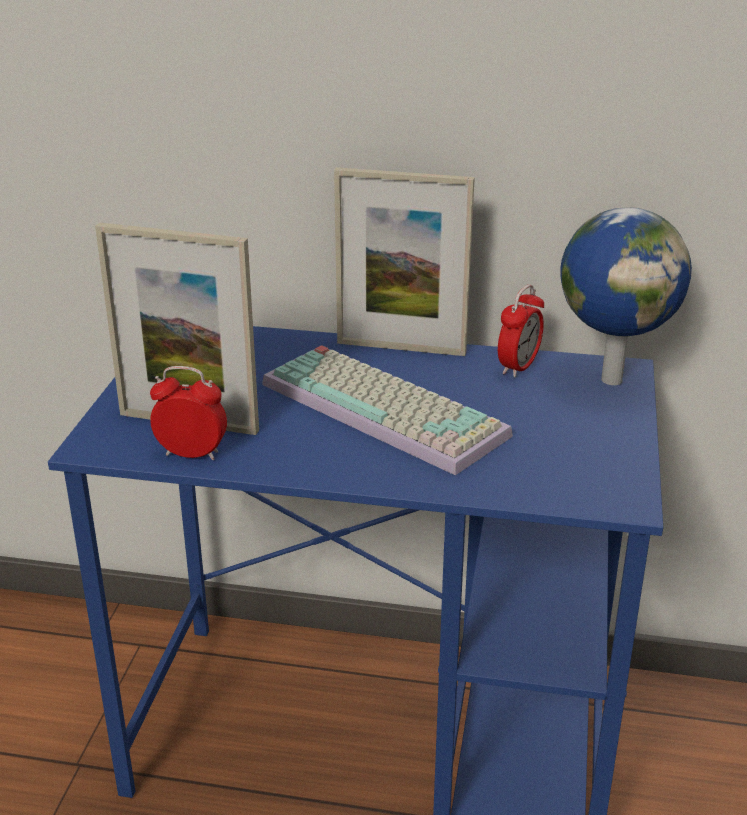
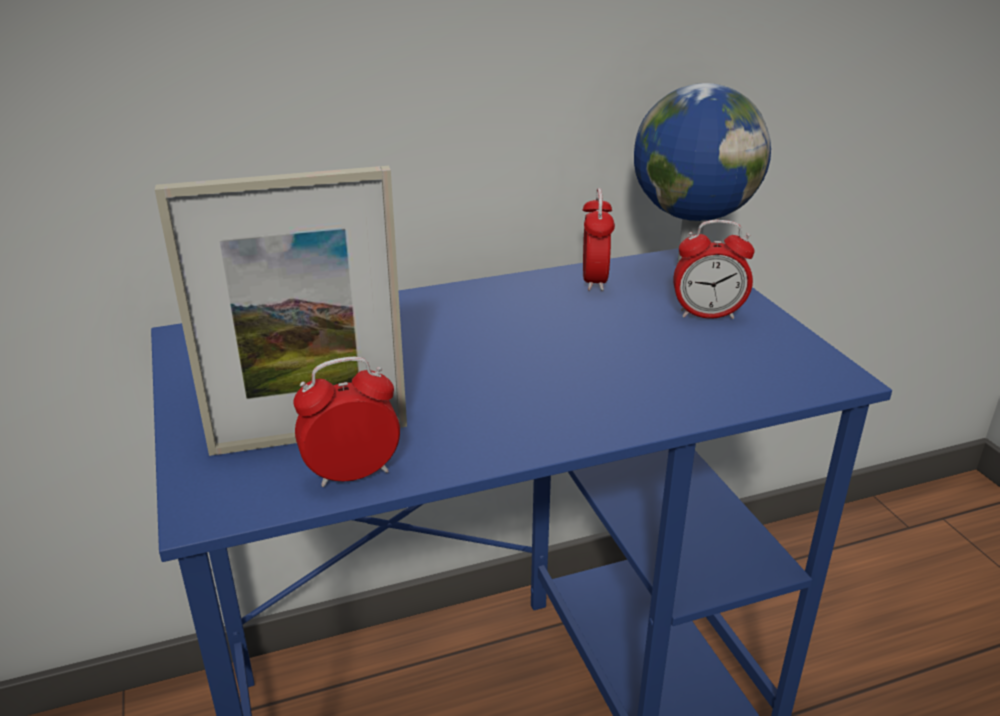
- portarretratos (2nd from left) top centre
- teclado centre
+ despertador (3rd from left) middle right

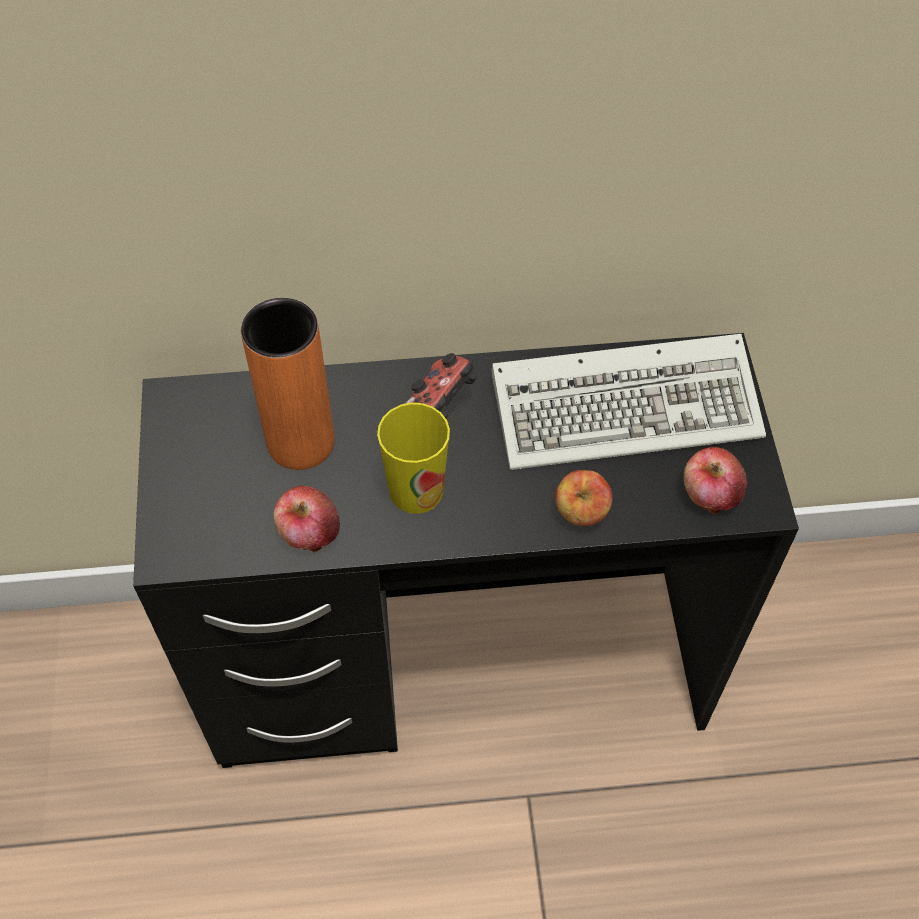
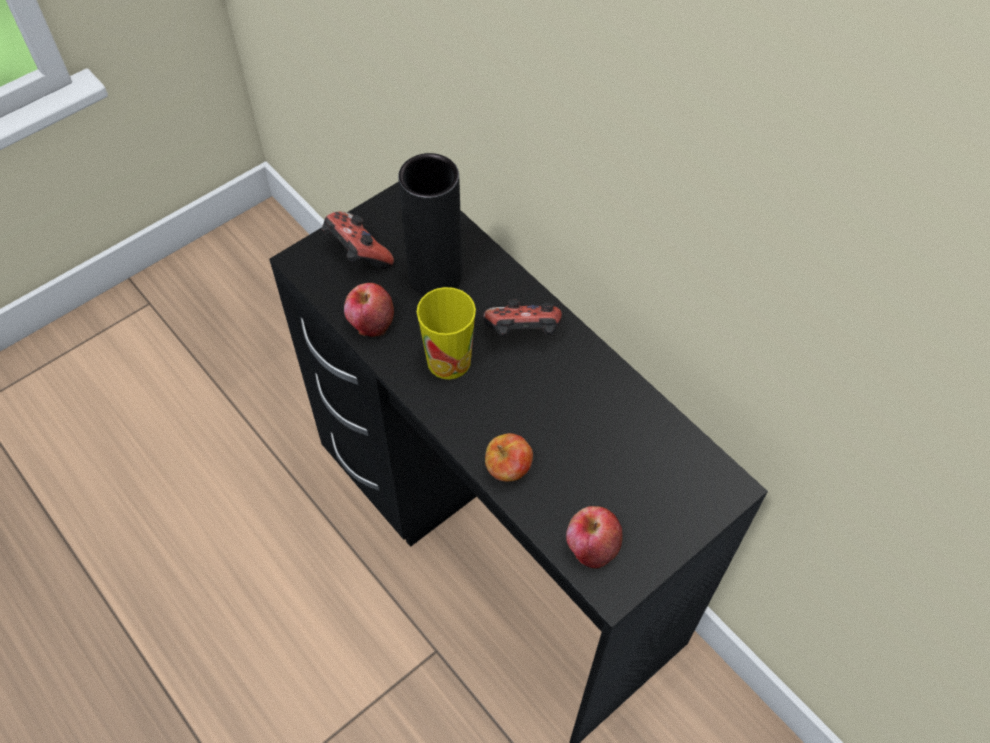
~ florero (naranja) middle left to florero (negro) top centre
- teclado middle right
+ mando de consola (1st from left) top centre

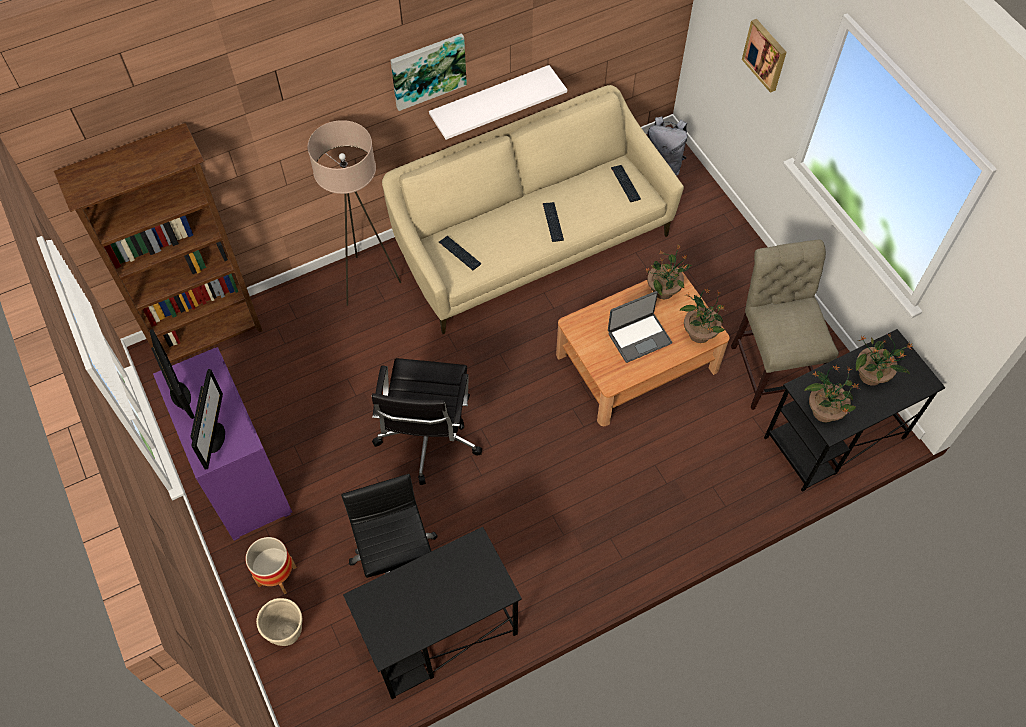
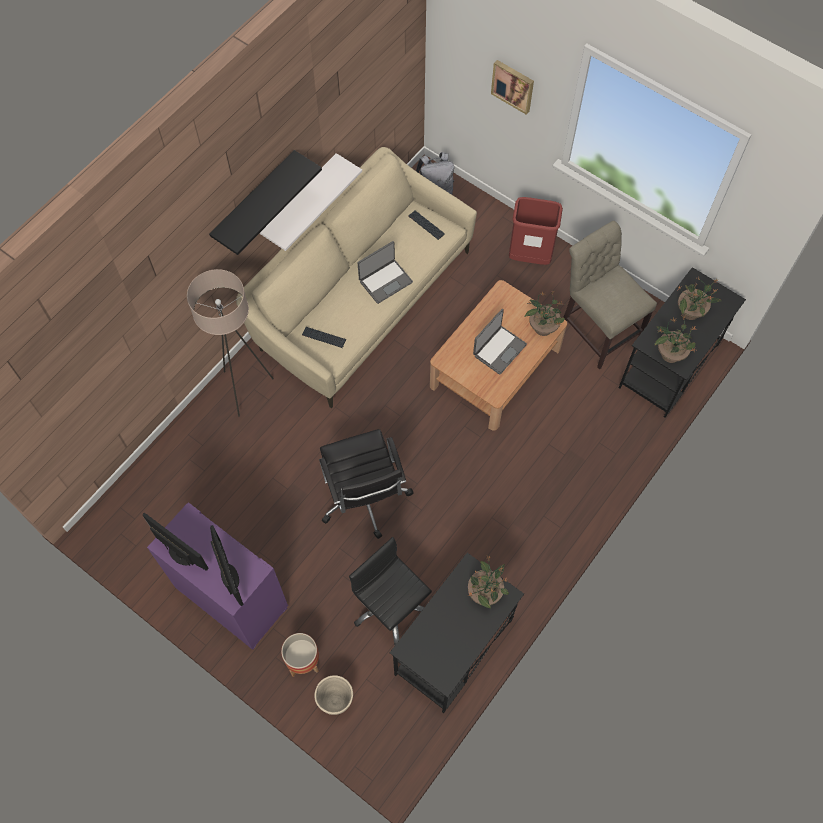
~ cuadro (1st from left) top centre to estante (negro) top left
- estantería (marrón) middle left
~ teclado (2nd from left) top centre to portátil (1st from left) top centre
~ planta en maceta (1st from left) centre to bottom centre
+ papelera (rojo) top centre

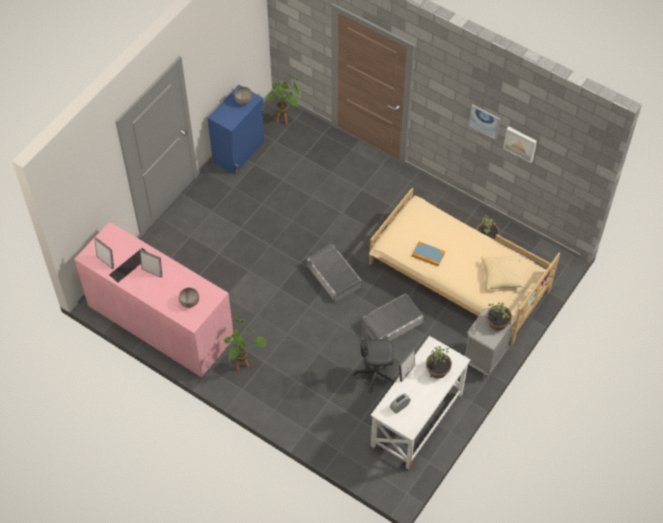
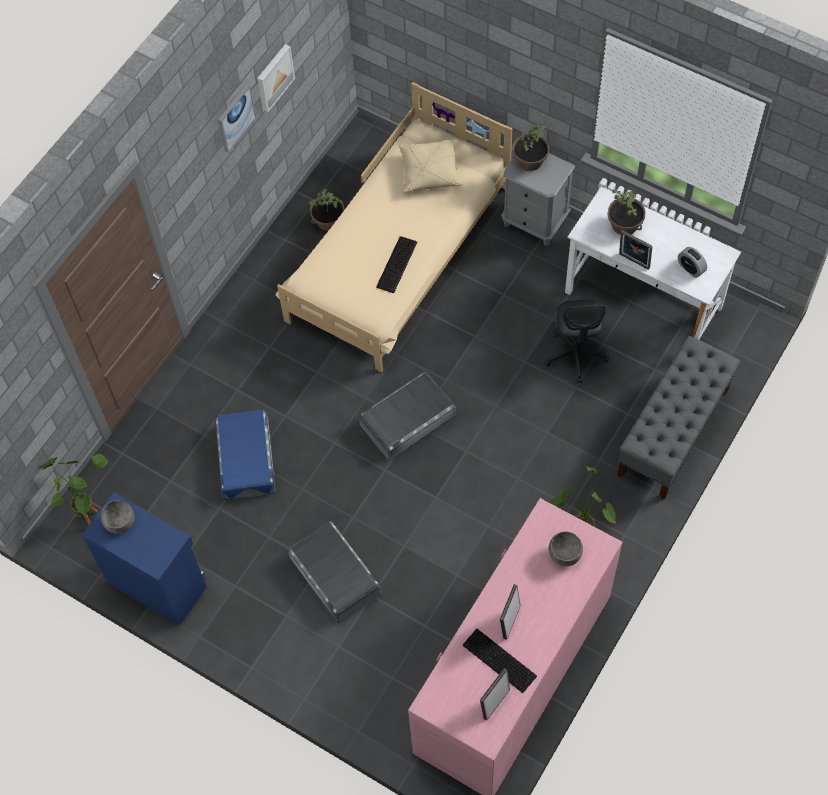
~ libro centre to teclado (1st from left) top centre
~ caja de almacenaje (gris) (2nd from left in the first image) centre to caja de almacenaje (gris) (1st from left) bottom centre
+ banco (gris) middle right
+ caja de almacenaje (azul) middle left

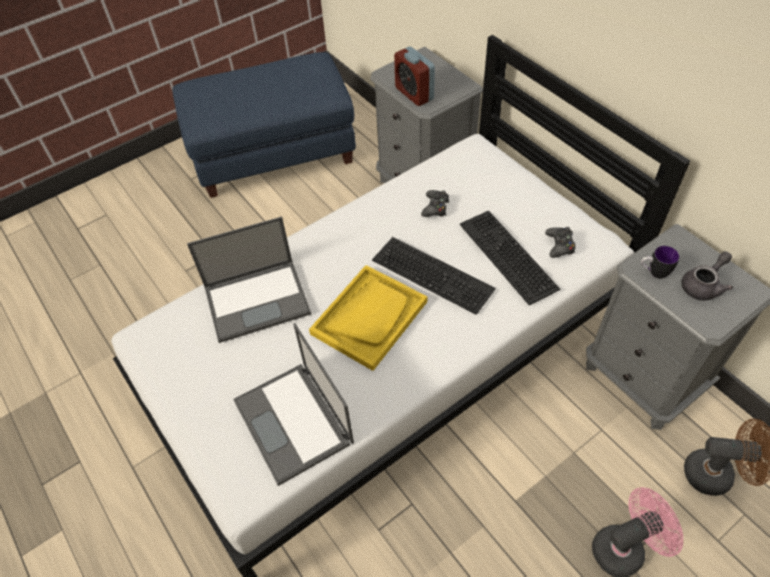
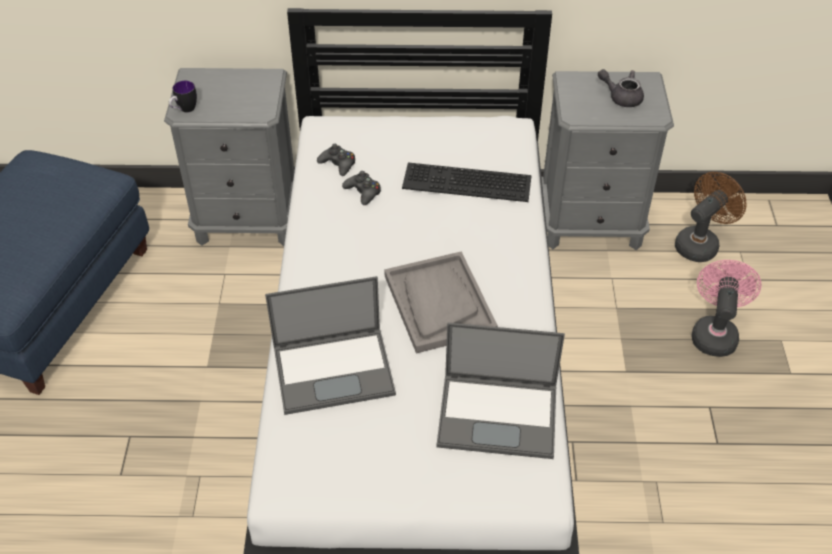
- despertador top centre
~ portátil (1st from left) middle left = centre 60 degrees clockwise
~ mando de consola (negro) (2nd from left in the first image) middle right to mando de consola (negro) (1st from left) top centre
- teclado (1st from left) centre
~ taza grande middle right to top left
~ tetera (gris) middle right = top right 60 degrees counterclockwise
~ bandeja (amarillo) centre to bandeja (gris) centre

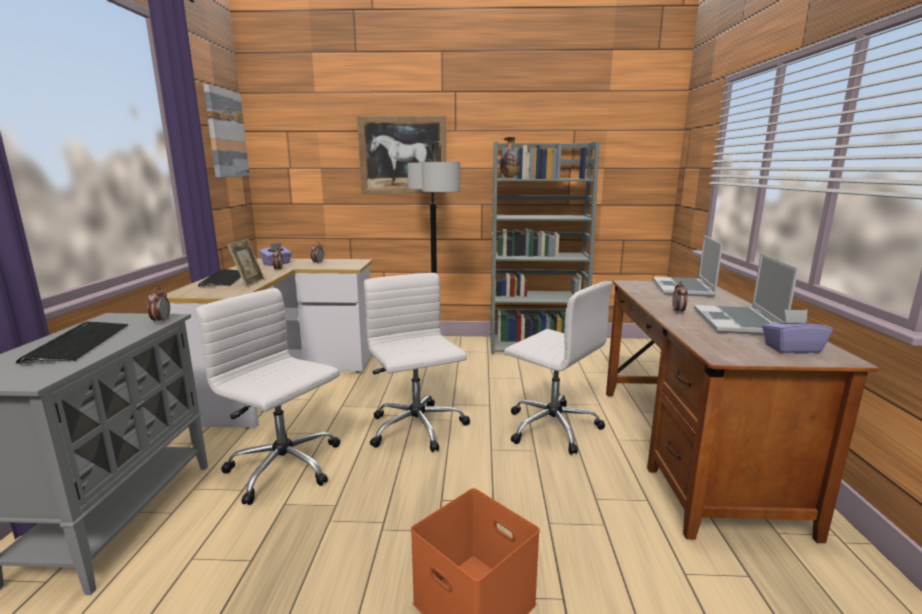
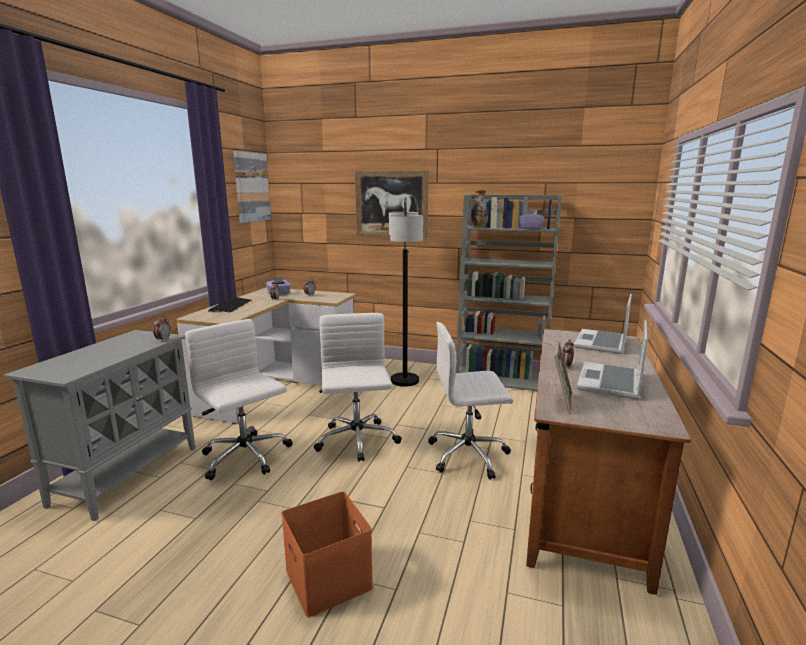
~ portarretratos middle left to middle right
~ silla de oficina (blanco) (3rd from left) centre = centre 120 degrees clockwise
~ caja de pañuelos (morado) (2nd from left) middle right to centre
- teclado (1st from left) middle left

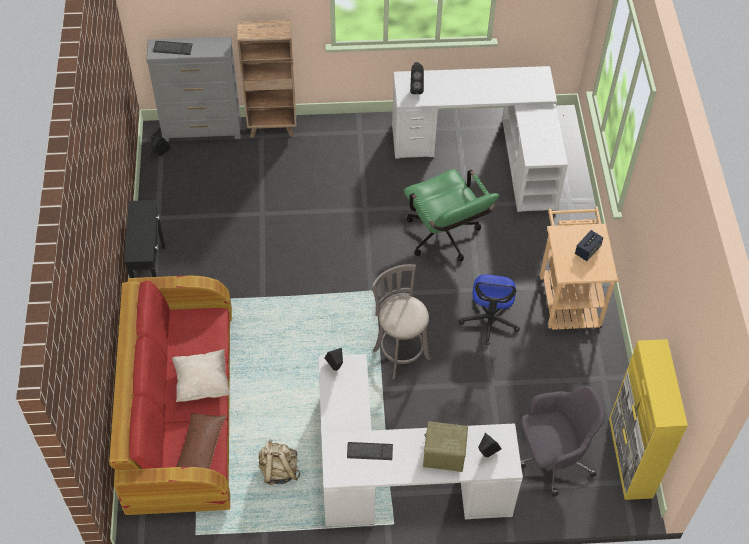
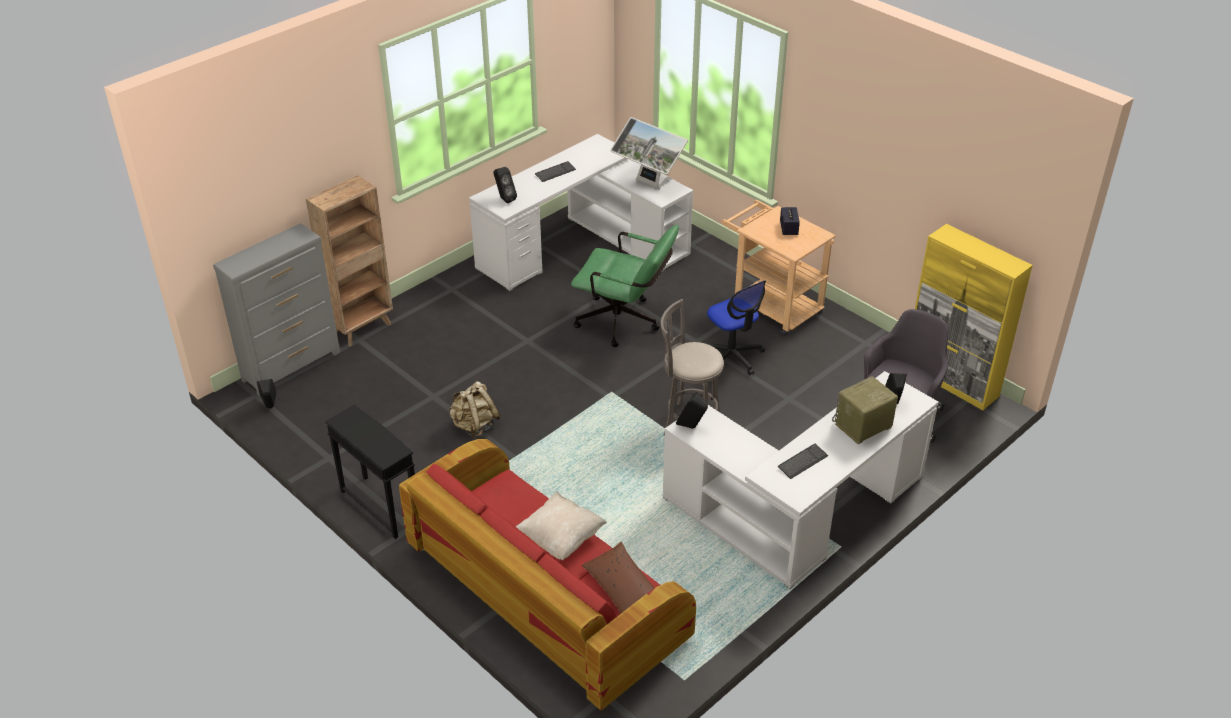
~ teclado (1st from left) top left to top centre
~ mochila (beis) bottom centre to centre
+ monitor top centre

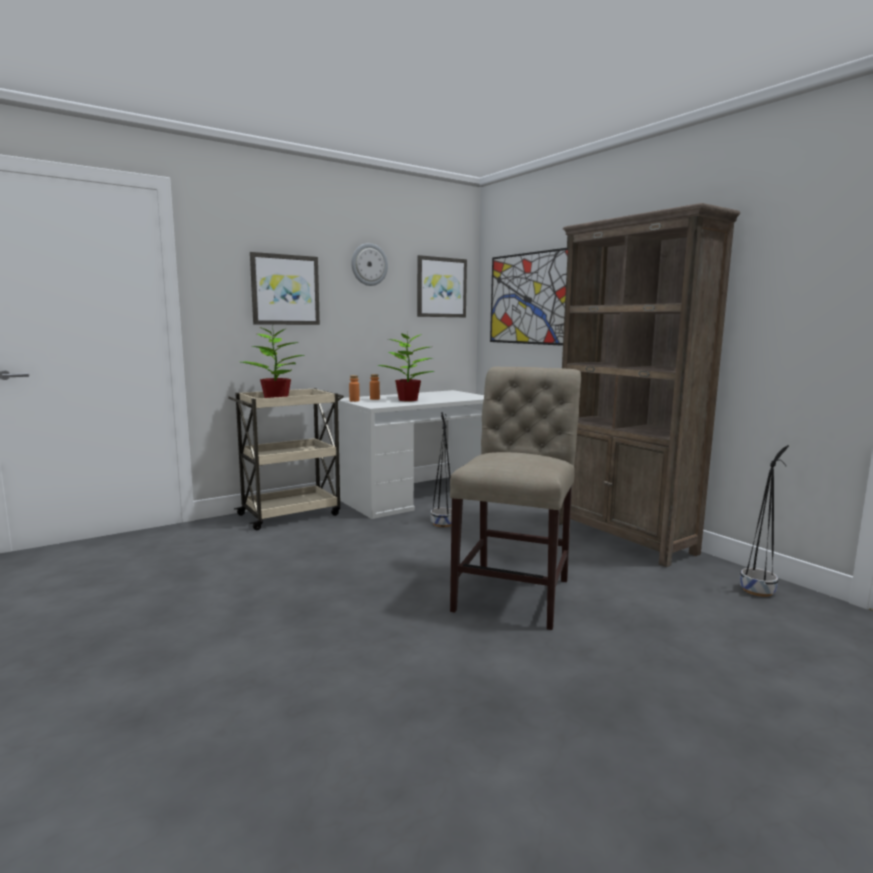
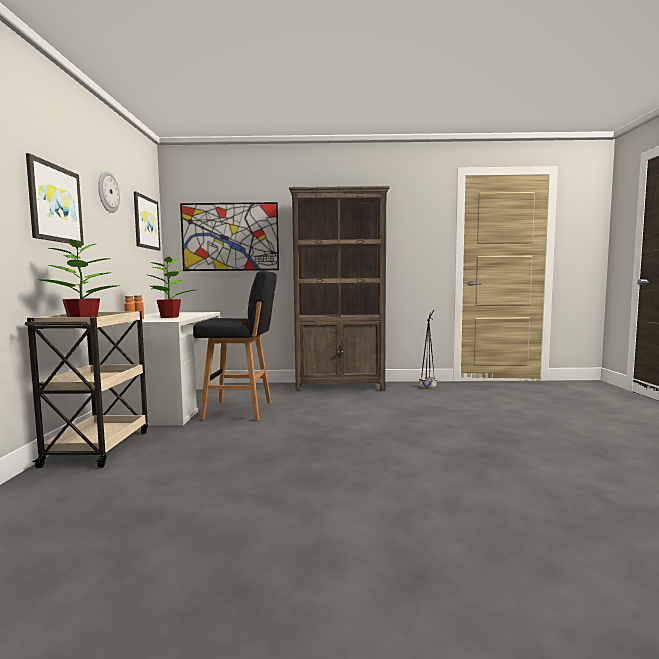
- silla (beis) centre
~ maceta (negro) (1st from left) centre to taburete (negro) centre

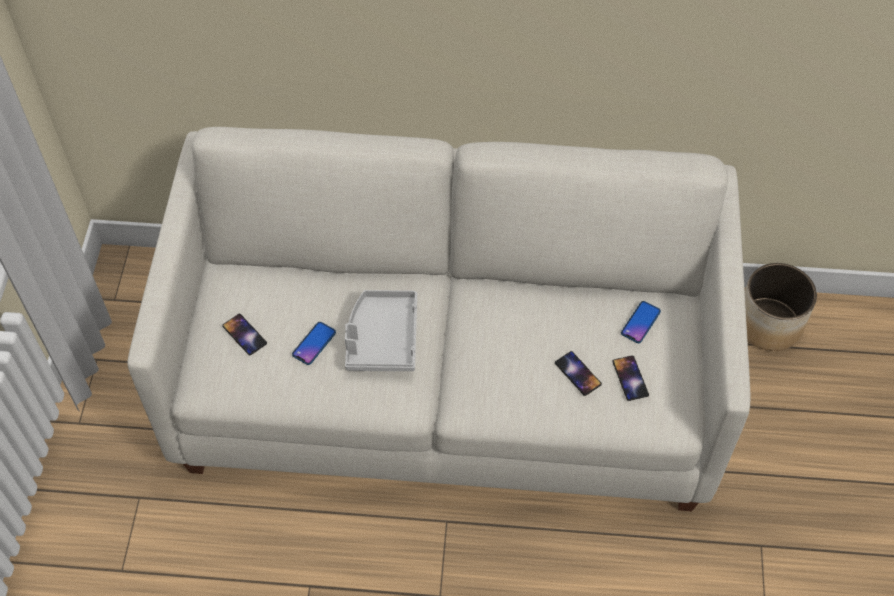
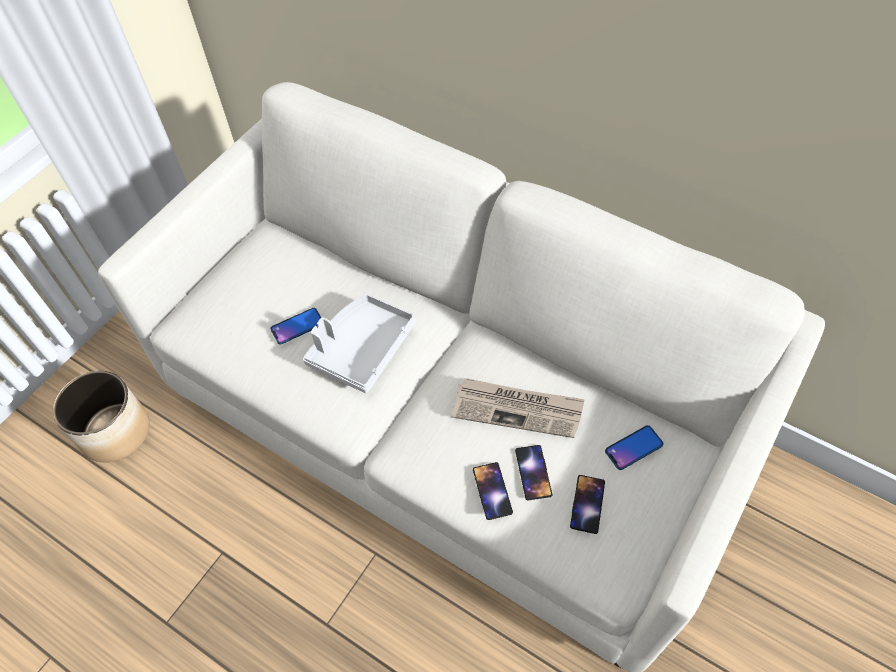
~ maceta middle right to middle left
~ móvil (1st from left in the first image) middle left to móvil (2nd from left) bottom centre
+ periódico centre

